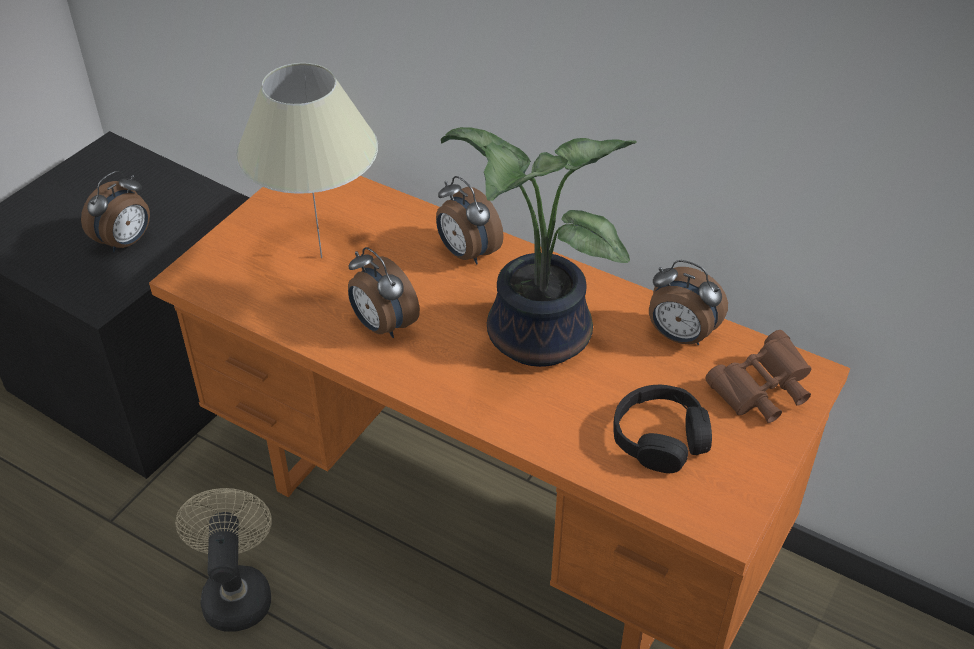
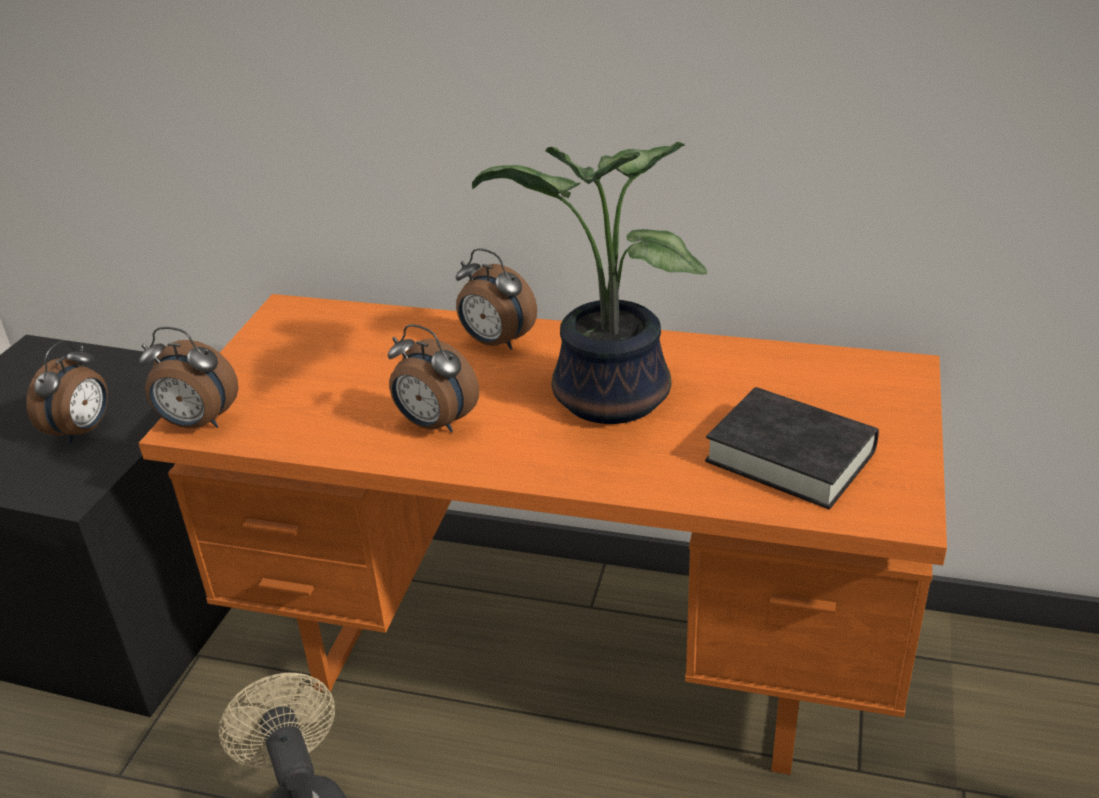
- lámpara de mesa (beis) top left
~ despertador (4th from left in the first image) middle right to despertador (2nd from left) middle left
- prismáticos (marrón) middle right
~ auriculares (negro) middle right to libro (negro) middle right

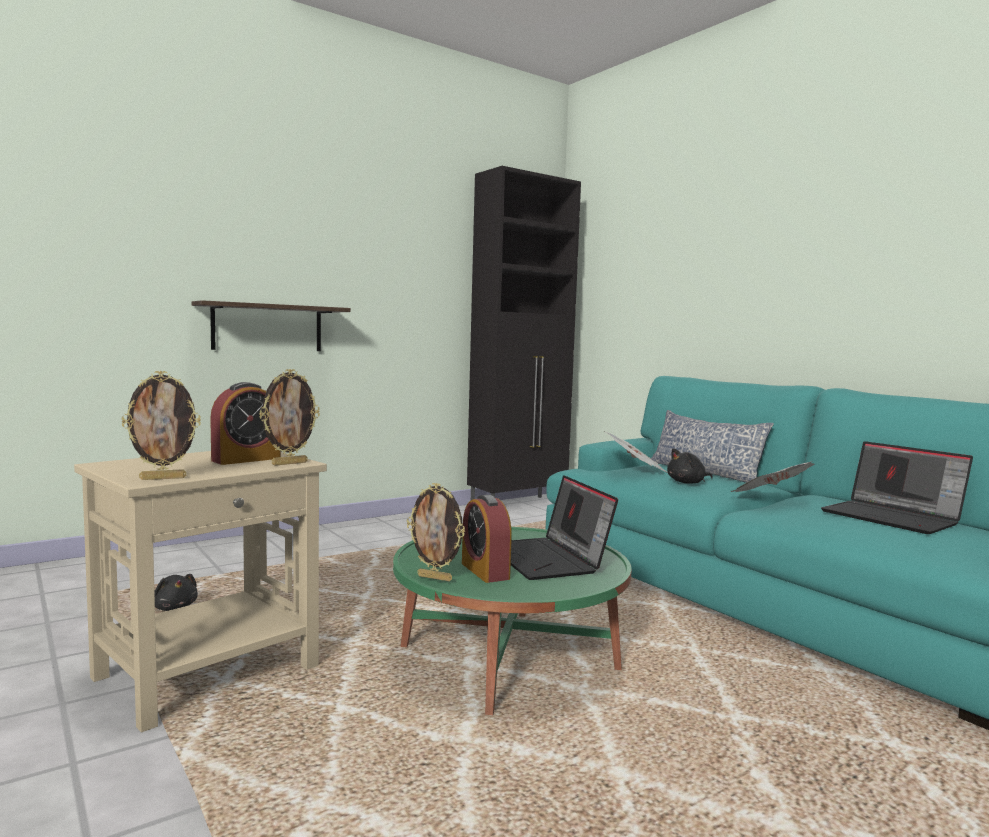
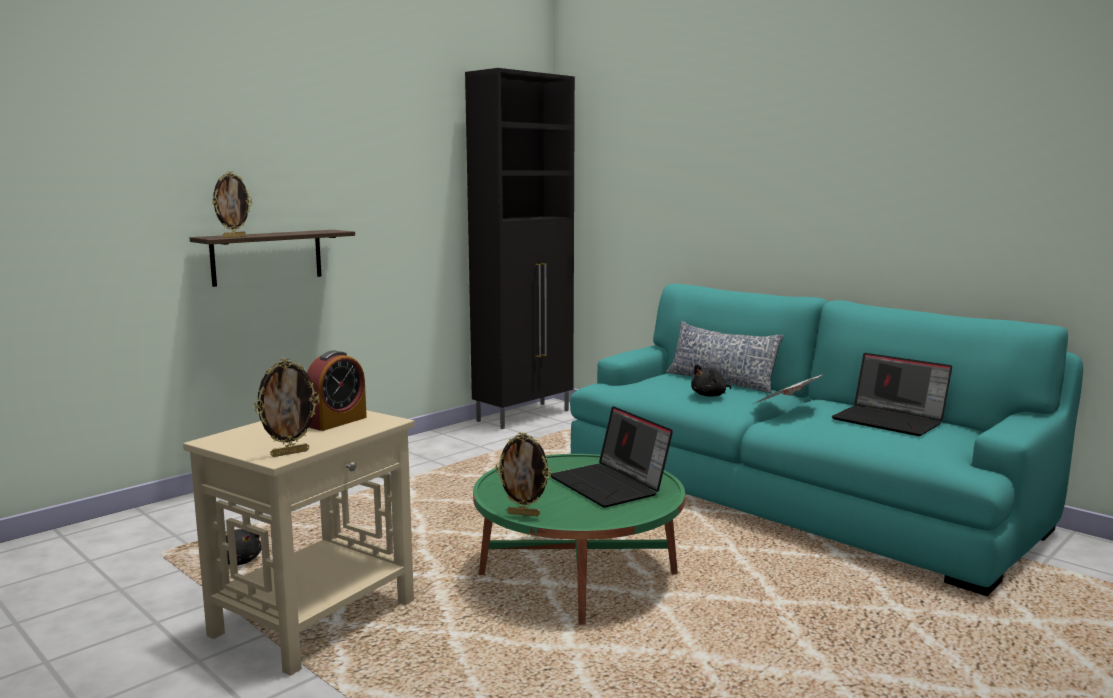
~ portarretratos (2nd from left in the first image) middle left to portarretratos (1st from left) top left
- periódico (1st from left) centre
- despertador (2nd from left) centre

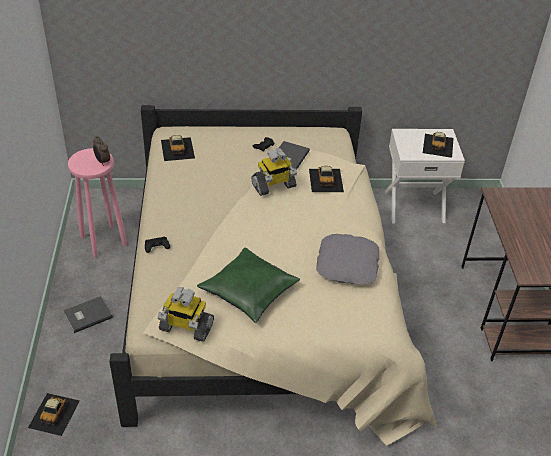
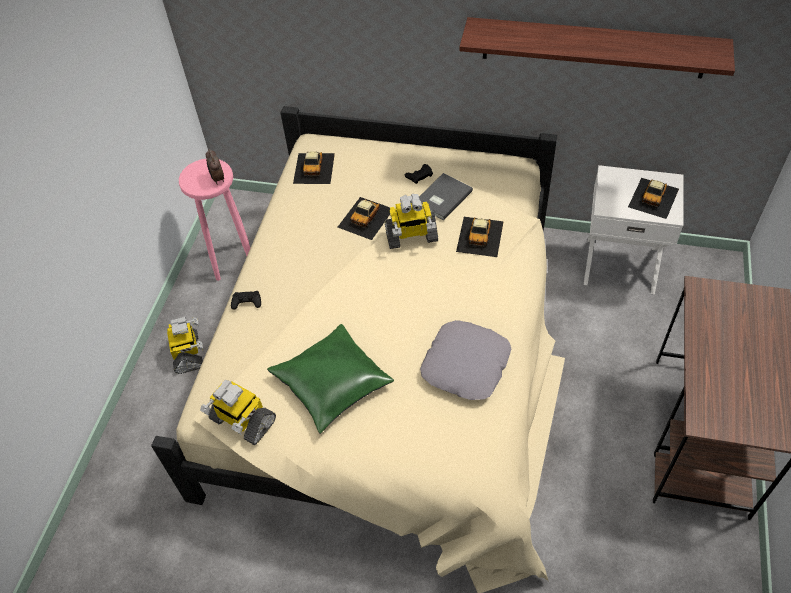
~ libro (gris) (1st from left) bottom left to robot de juguete (1st from left) middle left
~ coche de juguete (1st from left in the first image) bottom left to coche de juguete (2nd from left) centre
+ estante top right

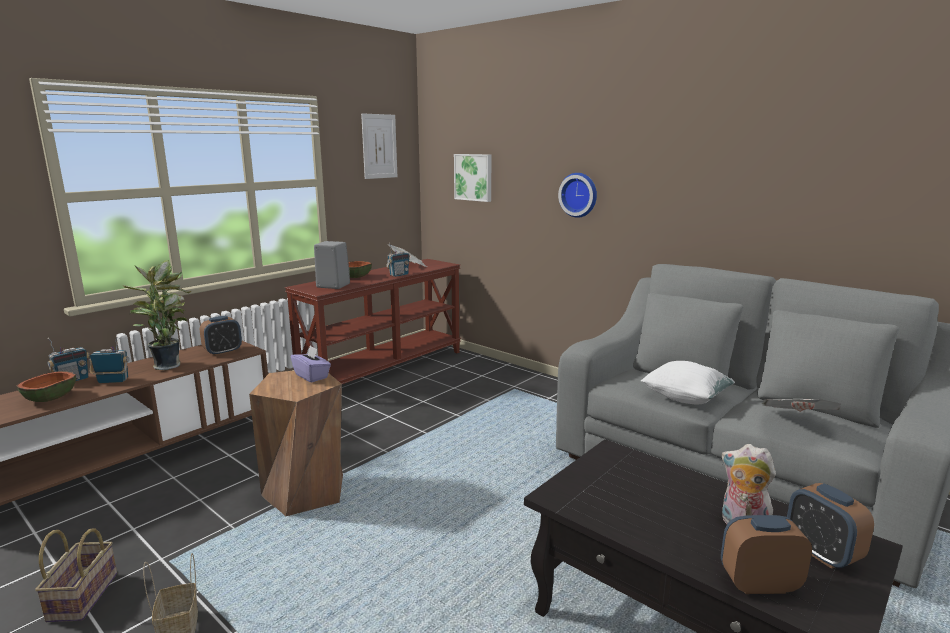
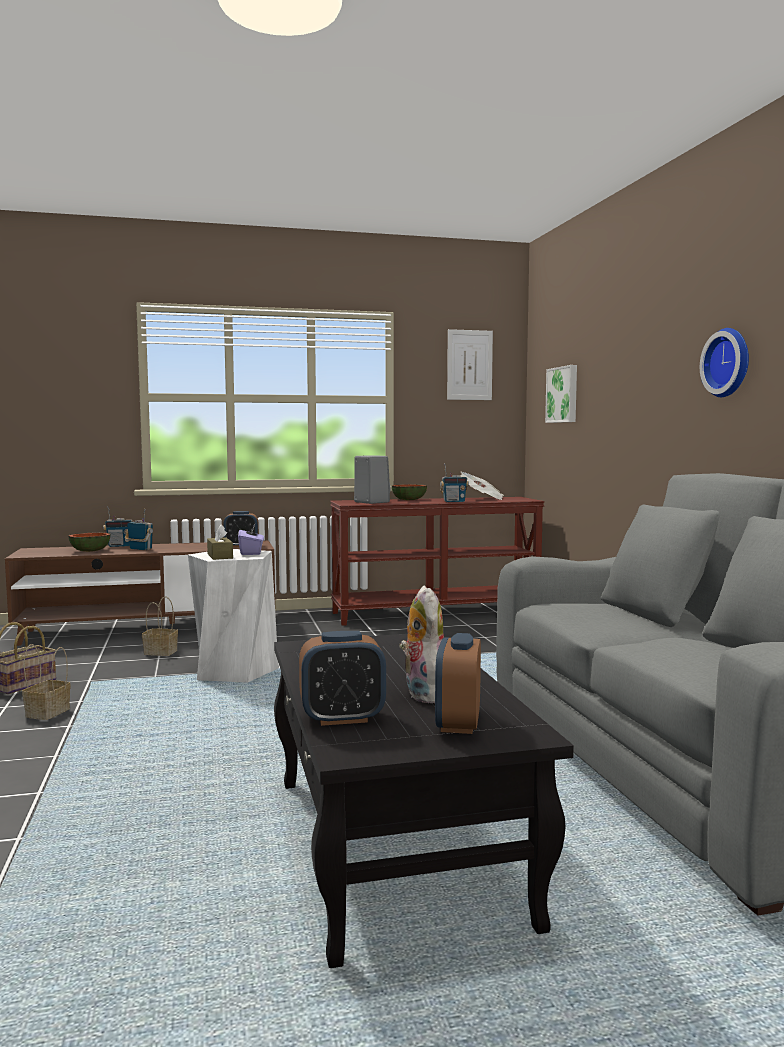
~ reloj de pared top centre to middle right
- planta en maceta middle left
- cojín (blanco) middle right
~ taburete (marrón) bottom left to taburete (blanco) middle left
- periódico (2nd from left) middle right
~ despertador (2nd from left) bottom right = centre 135 degrees clockwise
+ caja de pañuelos (marrón) middle left
+ cesta (3rd from left) middle left

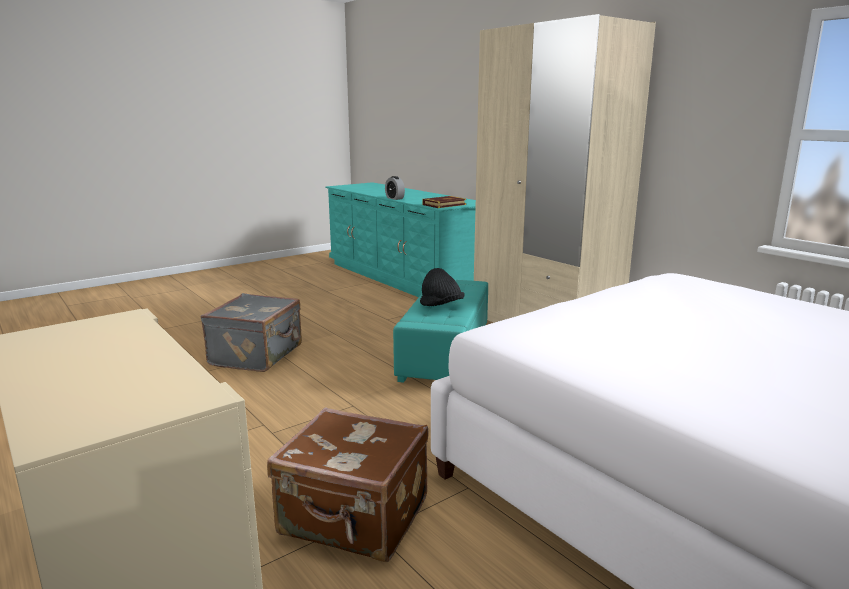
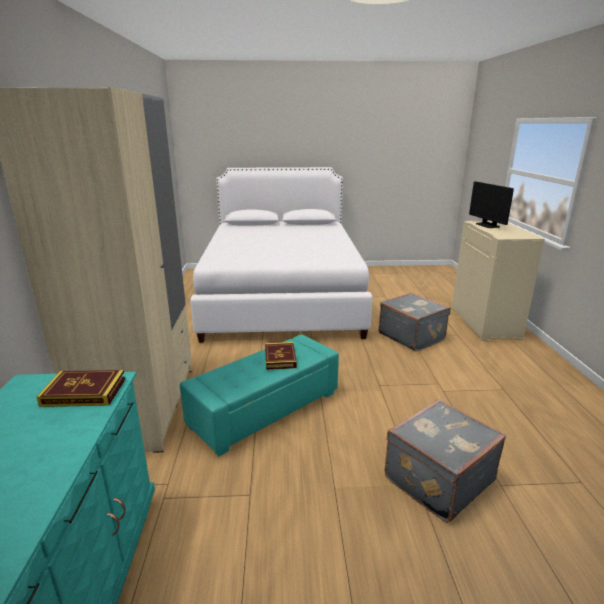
- despertador top centre
~ sombrero (negro) centre to libro (2nd from left) centre
~ maleta (marrón) bottom centre to maleta (gris) (1st from left) middle right
+ monitor middle right

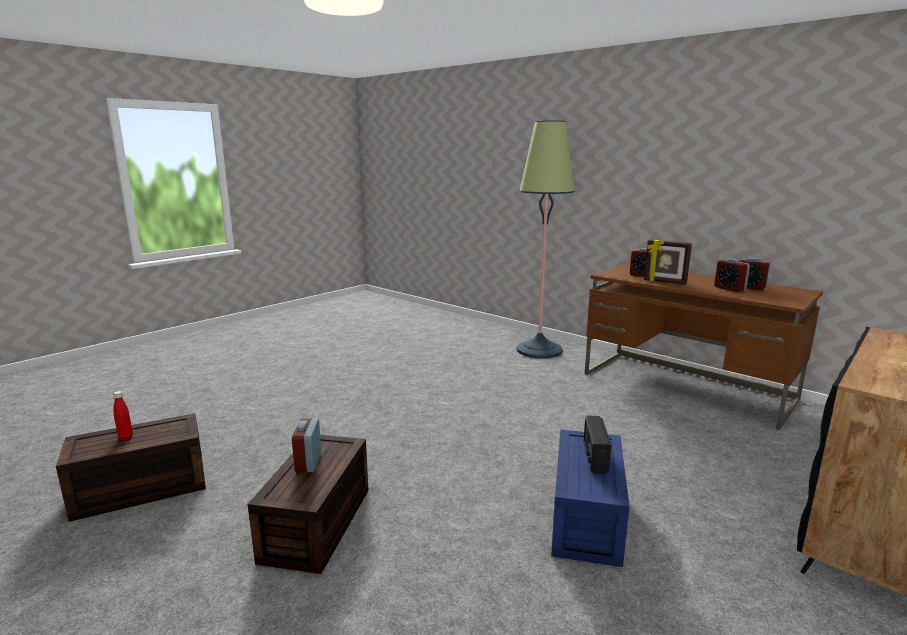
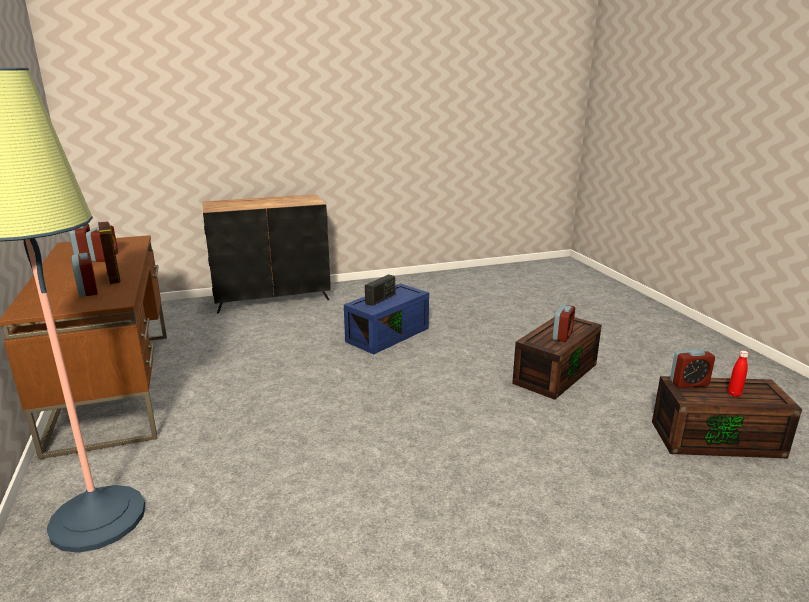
+ despertador (5th from left) middle right

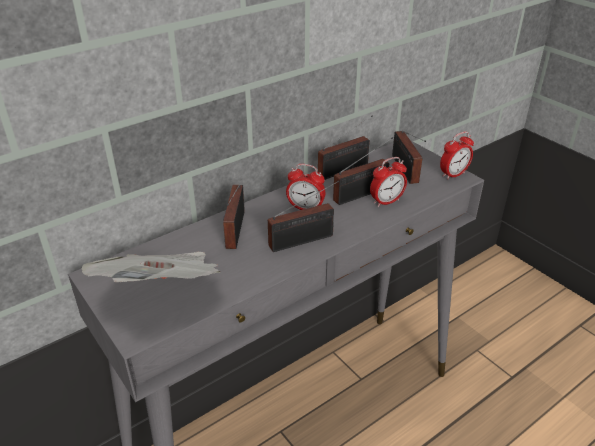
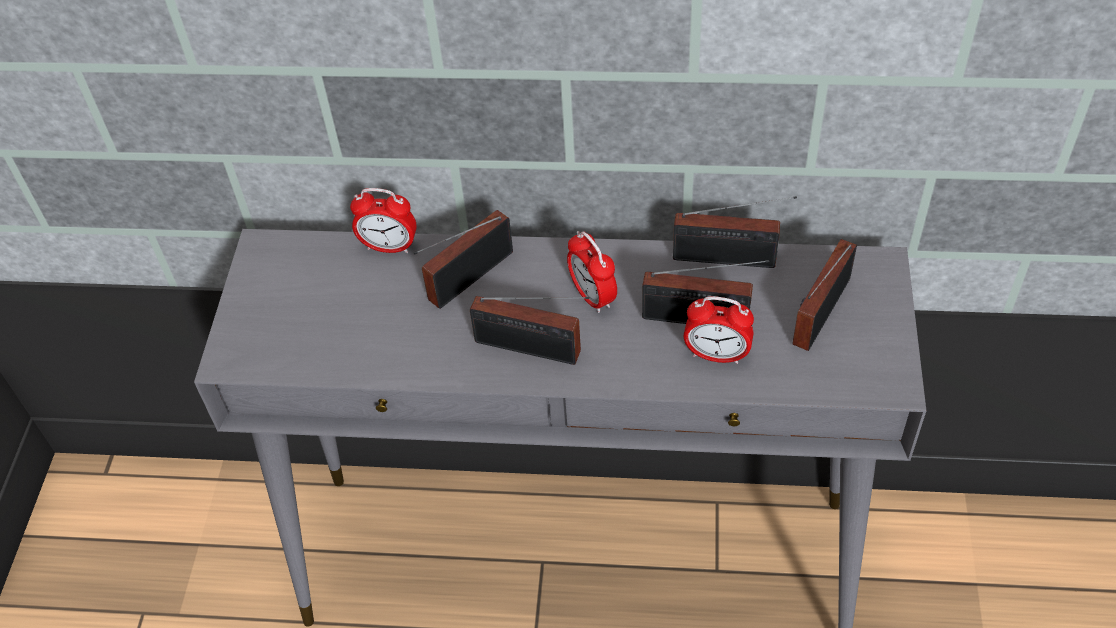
~ despertador (3rd from left in the first image) middle right to despertador (1st from left) centre
- periódico middle left

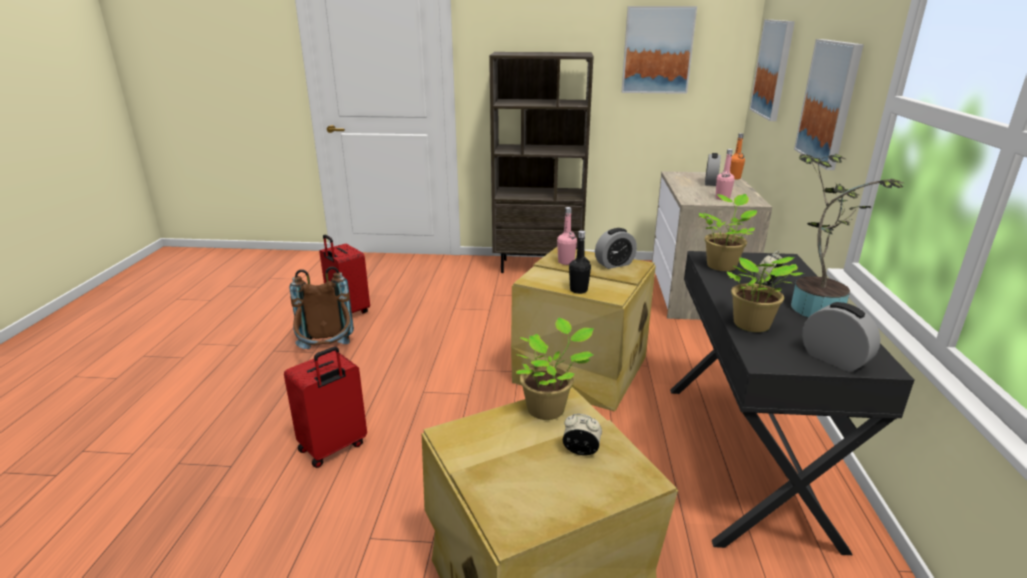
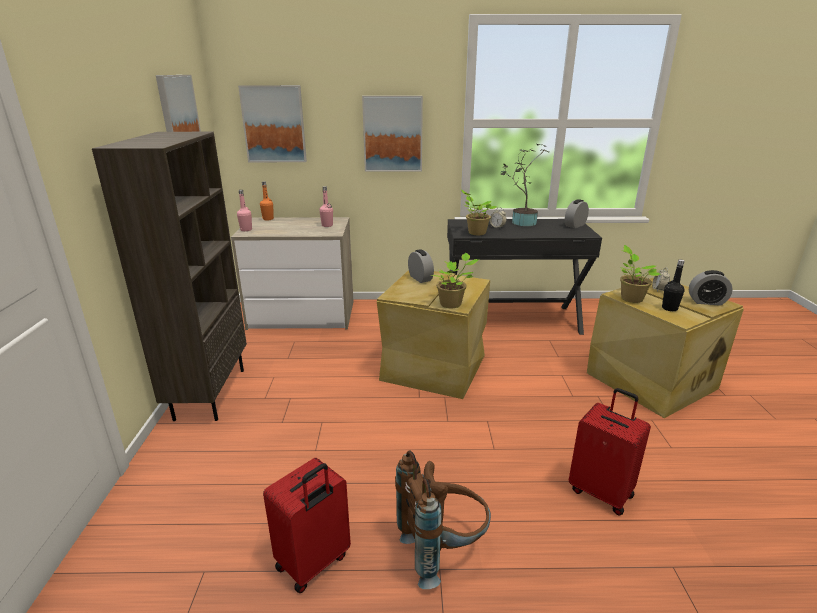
~ despertador (3rd from left in the first image) top right to despertador (5th from left) middle right
~ botella (rosa) (1st from left) centre to middle left
~ botella (negro) centre to middle right
~ planta en maceta (3rd from left in the first image) middle right to planta en maceta (1st from left) centre

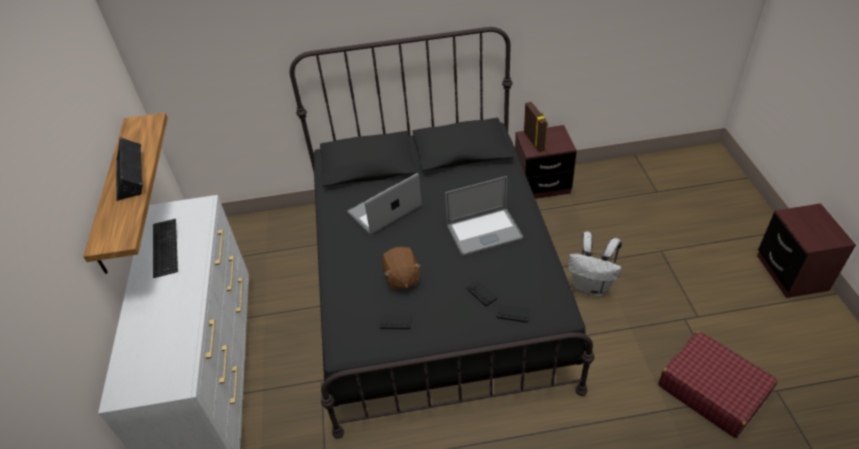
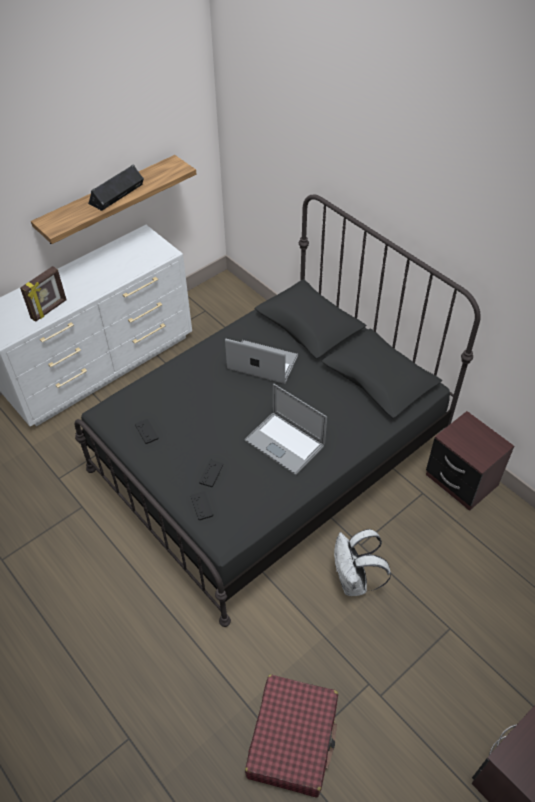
~ portarretratos top centre to middle left
- teclado middle left
- peluche (marrón) centre

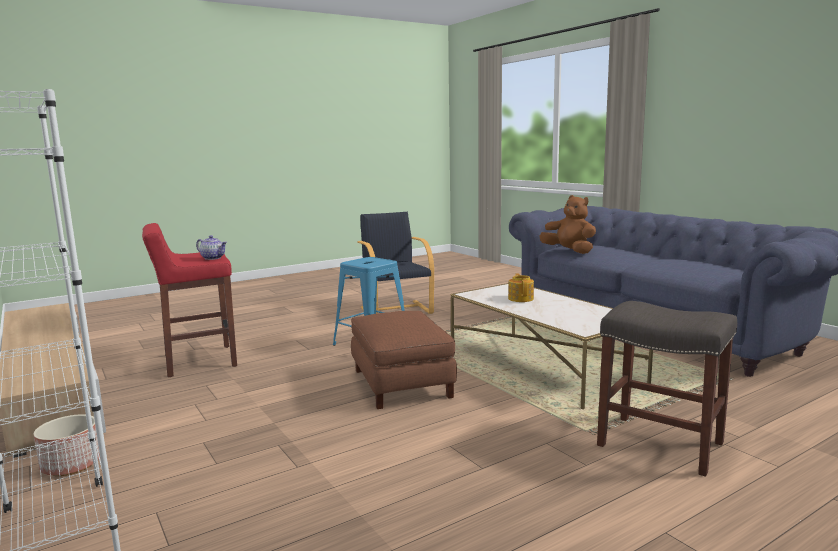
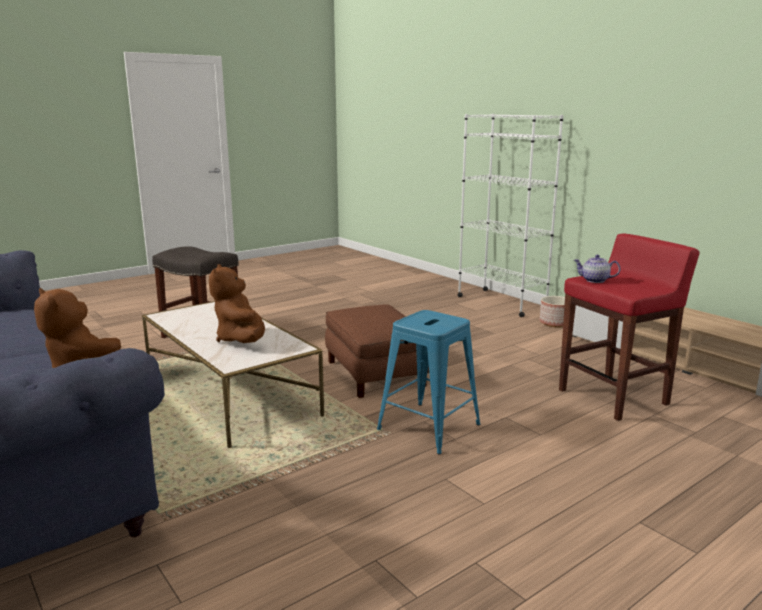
- sillón (negro) centre
~ tetera (2nd from left) centre to peluche (marrón) (2nd from left) middle left

